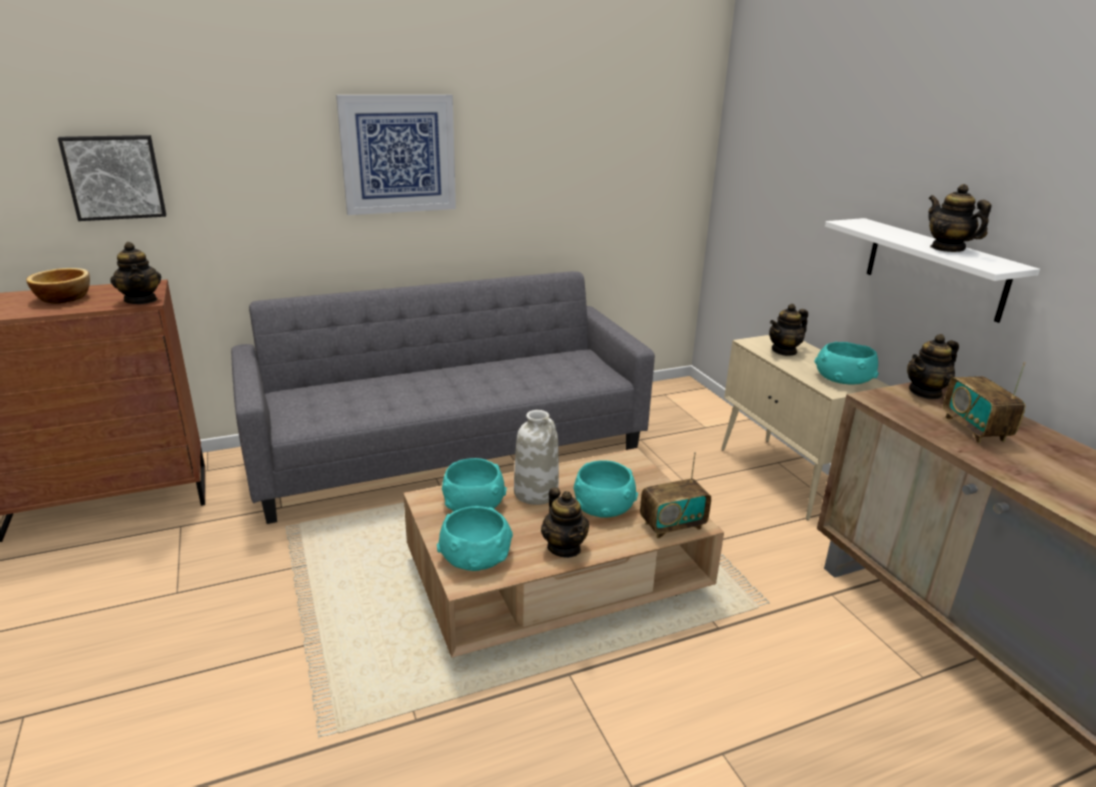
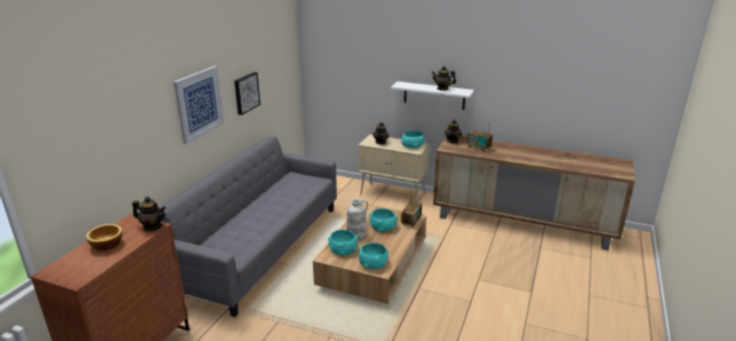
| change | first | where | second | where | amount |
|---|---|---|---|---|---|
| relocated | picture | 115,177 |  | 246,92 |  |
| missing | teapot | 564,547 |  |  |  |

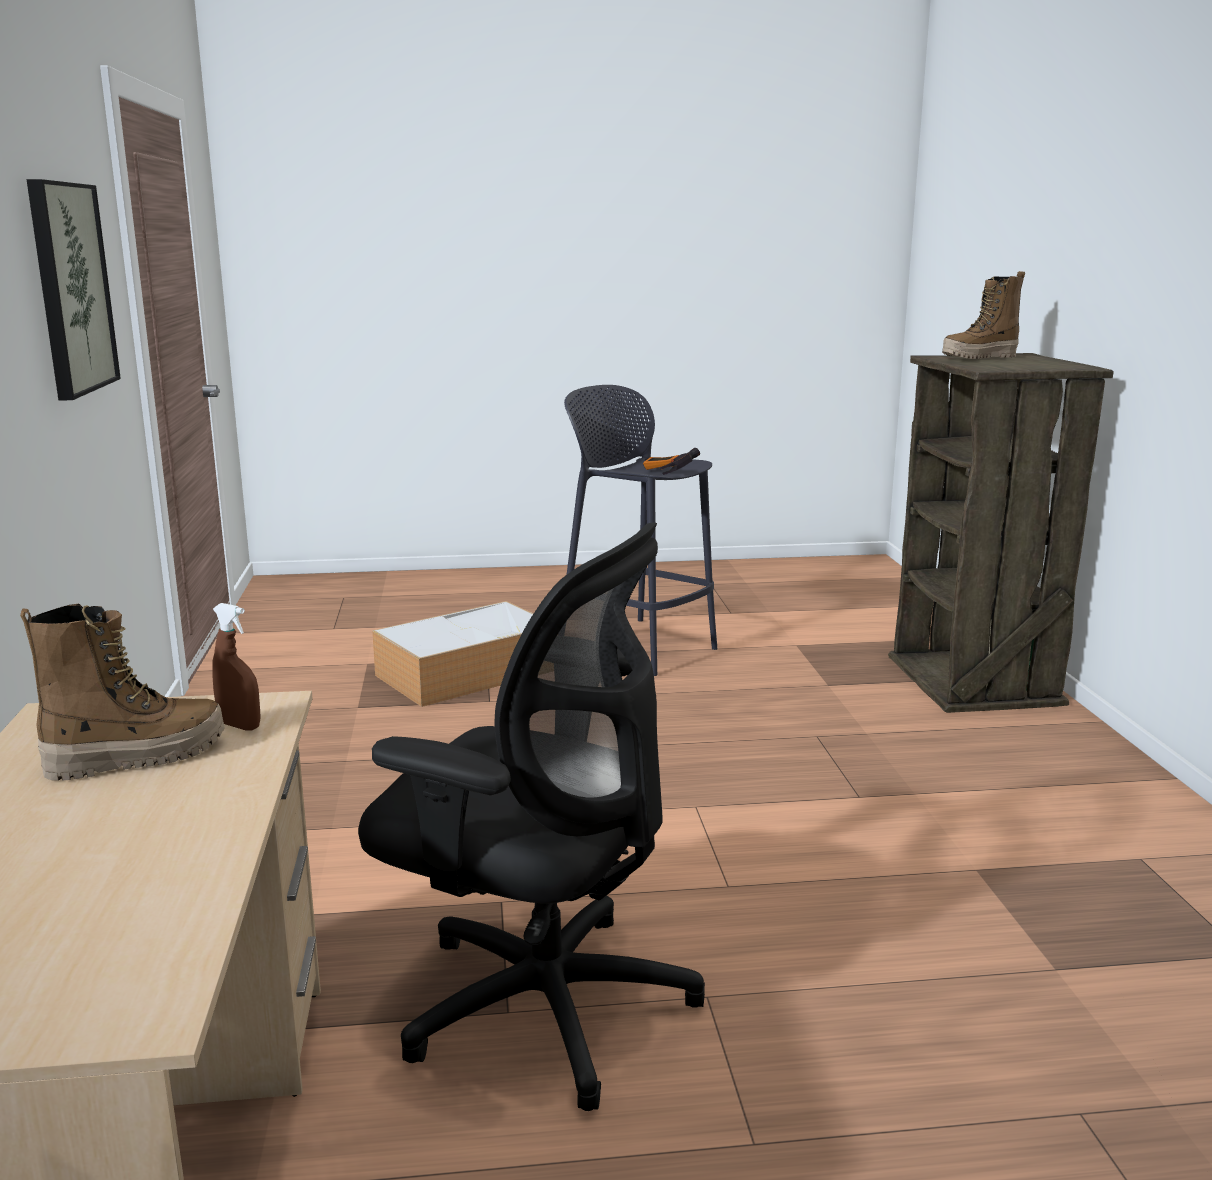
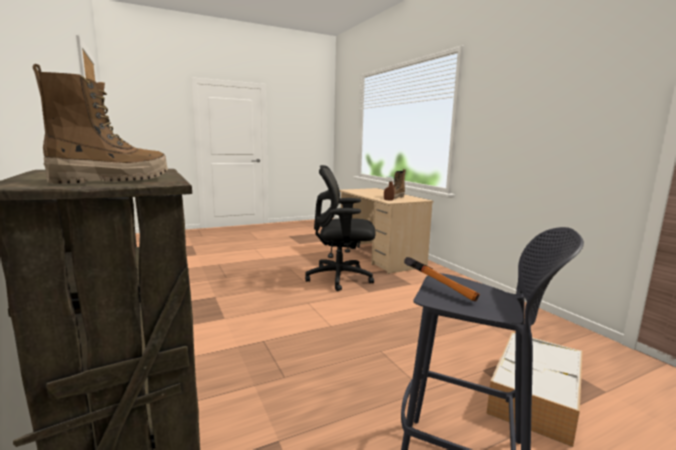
| change | first | where | second | where | amount |
|---|---|---|---|---|---|
| missing | picture | 70,288 |  |  |  |

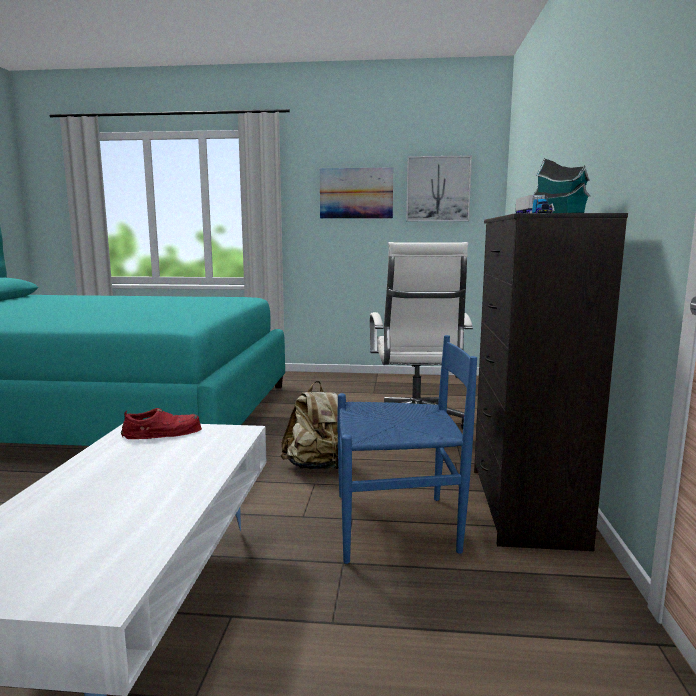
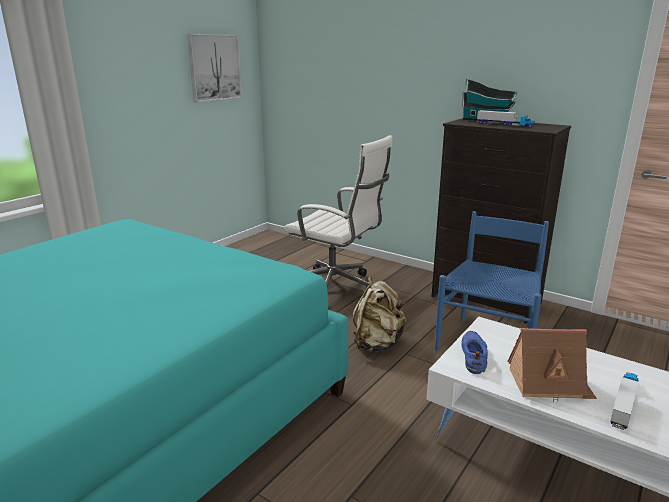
| change | first | where | second | where | amount |
|---|---|---|---|---|---|
| colour | red shoe | 163,432 | blue shoe | 473,355 |  |
| appeared |  |  | toy house | 549,383 |  |
| appeared |  |  | toy truck | 624,403 |  |
| missing | picture | 356,193 |  |  |  |

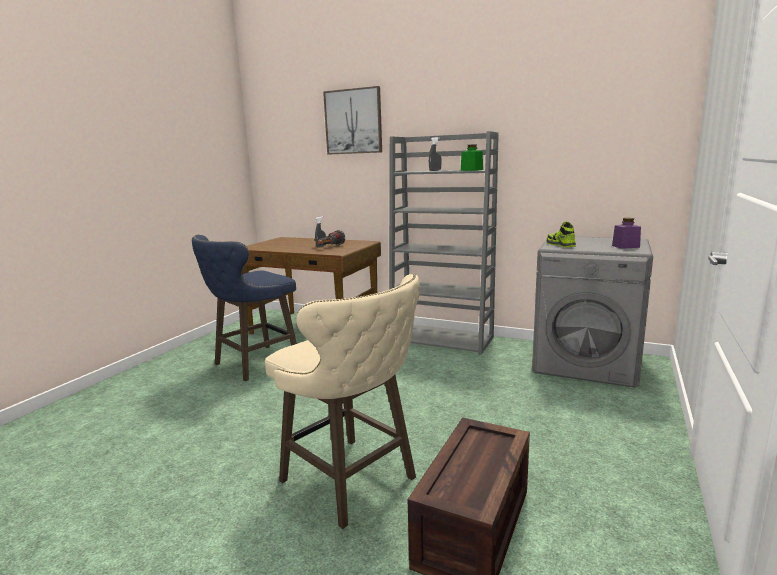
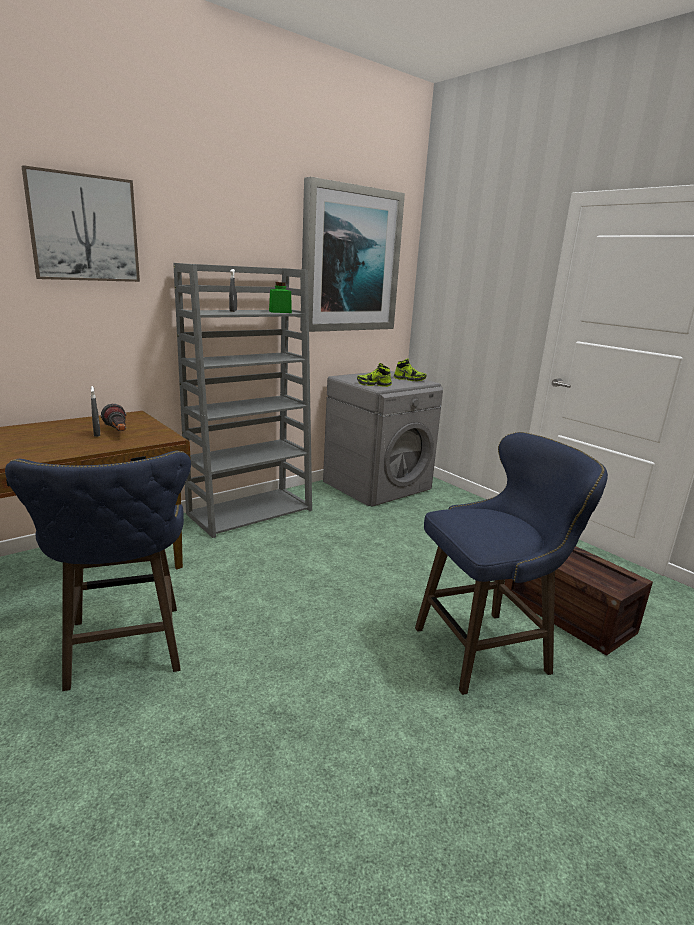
| change | first | where | second | where | amount |
|---|---|---|---|---|---|
| appeared |  |  | picture | 350,260 |  |
| exchanged | purple jar | 625,246 | shoe | 409,379 |  |
| colour | beige stool | 352,482 | blue stool | 486,649 |  |

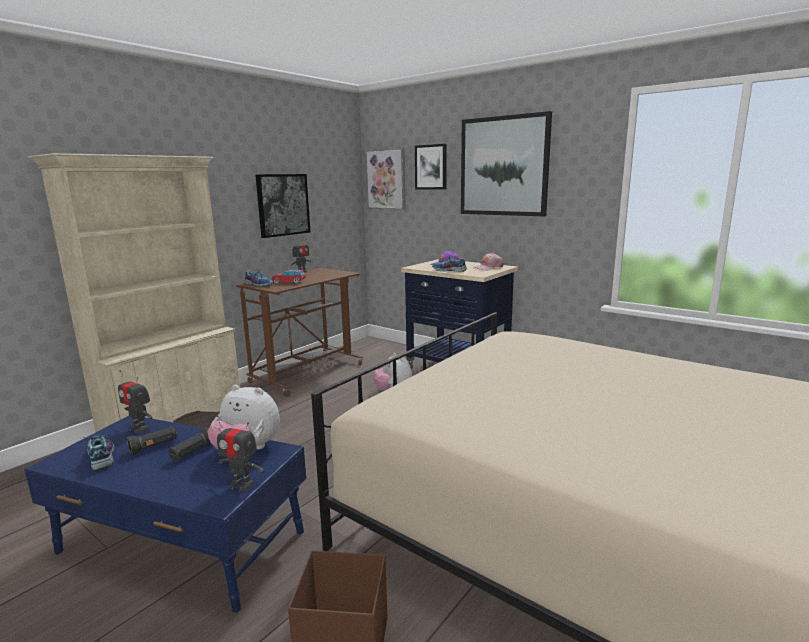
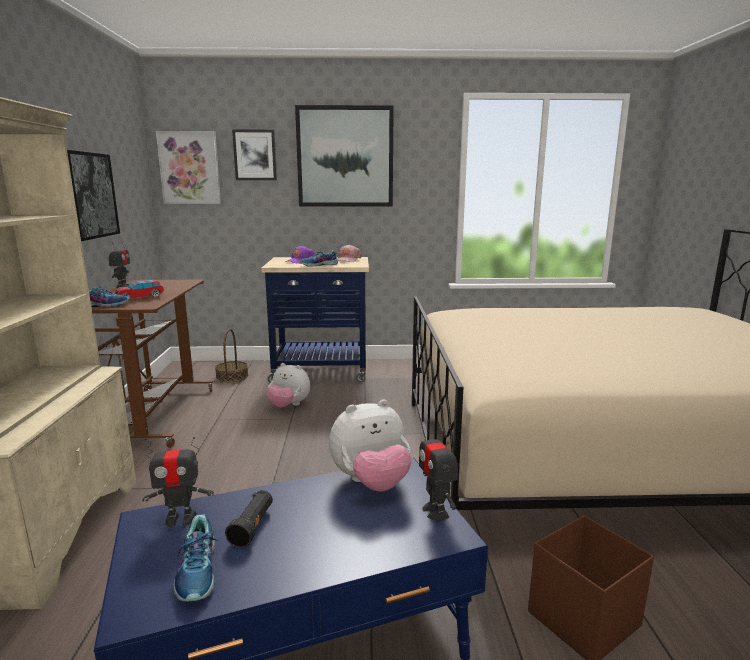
| change | first | where | second | where | amount |
|---|---|---|---|---|---|
| spun | shoe | 100,457 |  | 199,571 | 120 degrees counterclockwise |
| appeared |  |  | basket | 232,376 |  |
| spun | toy robot | 242,485 |  | 436,511 | 90 degrees clockwise |
| missing | black flashlight | 192,452 |  |  |  |

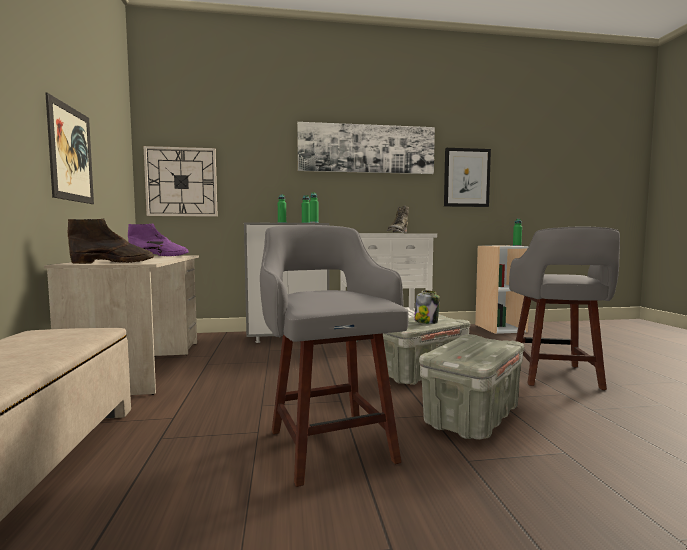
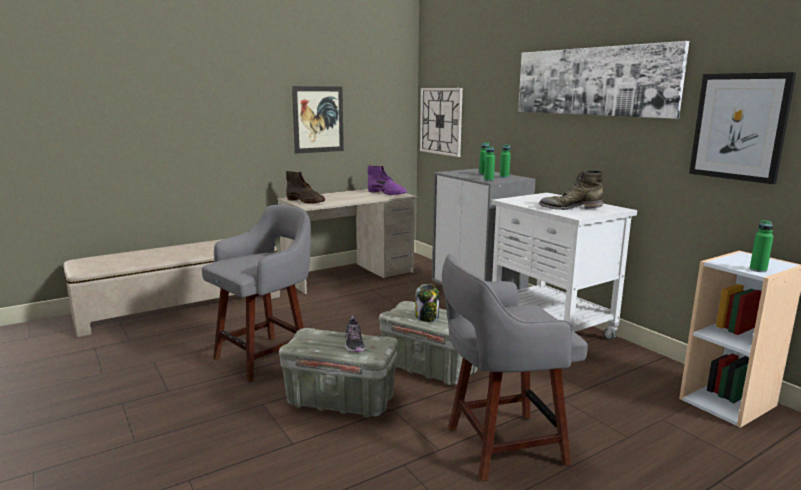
| change | first | where | second | where | amount |
|---|---|---|---|---|---|
| appeared |  |  | shoe | 354,344 |  |

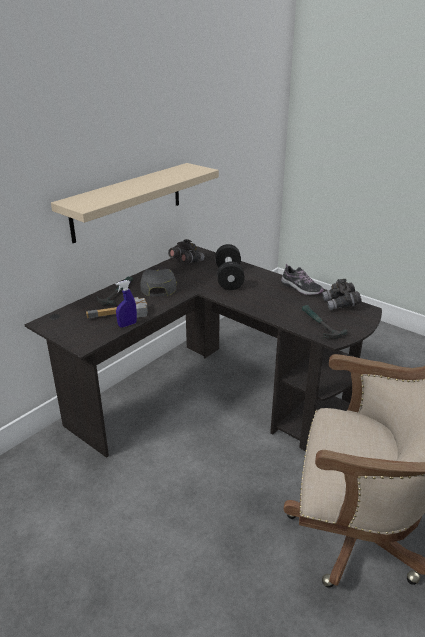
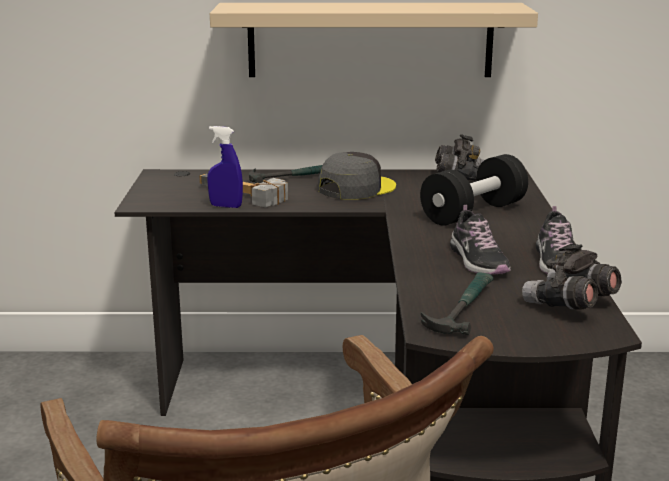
| change | first | where | second | where | amount |
|---|---|---|---|---|---|
| appeared |  |  | shoe | 478,261 |  |

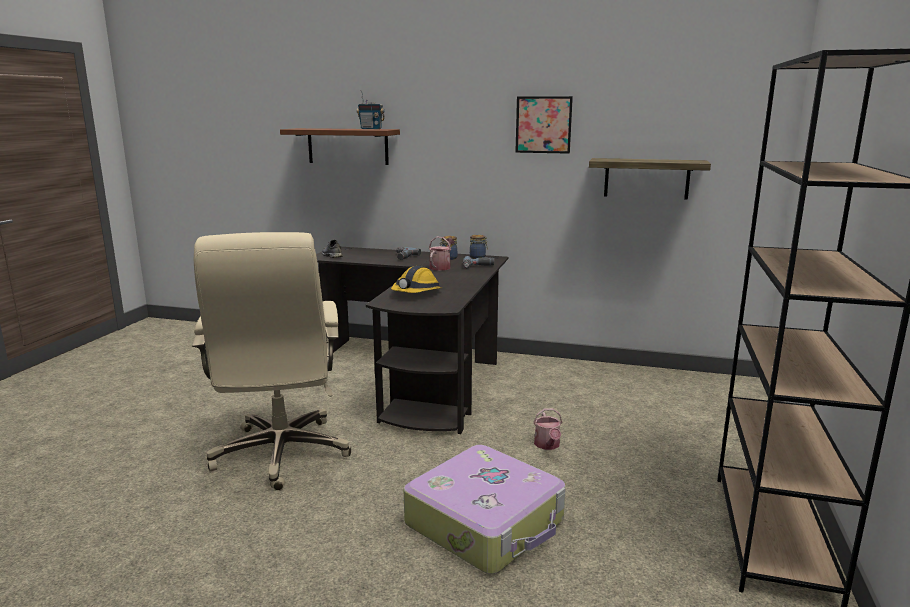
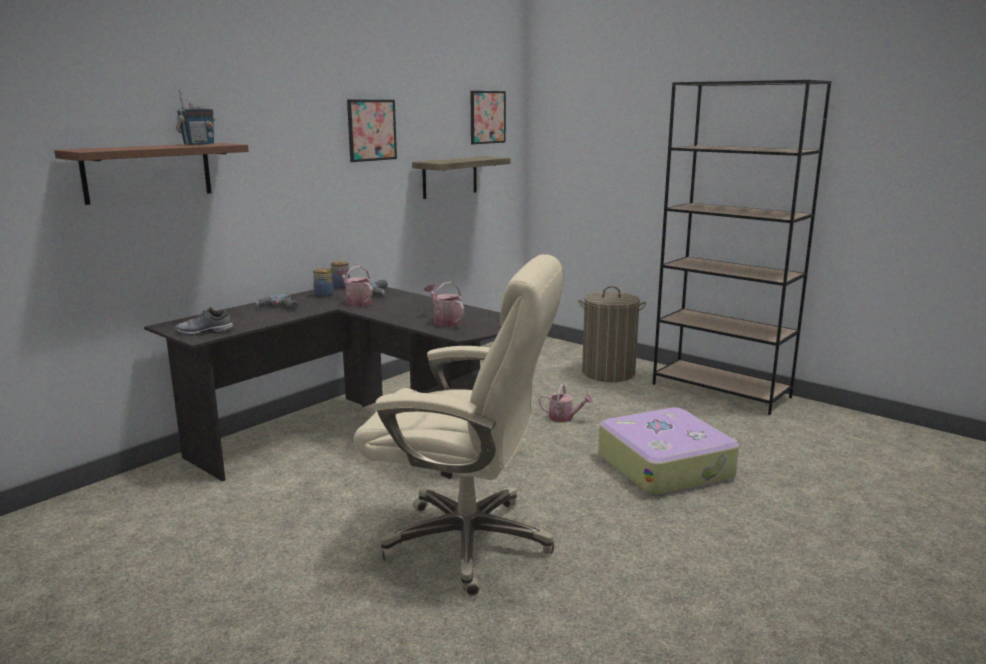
| change | first | where | second | where | amount |
|---|---|---|---|---|---|
| exchanged | hard hat | 416,293 | watering can | 445,321 |  |
| appeared |  |  | picture | 487,117 |  |
| appeared |  |  | laundry basket | 608,373 |  |

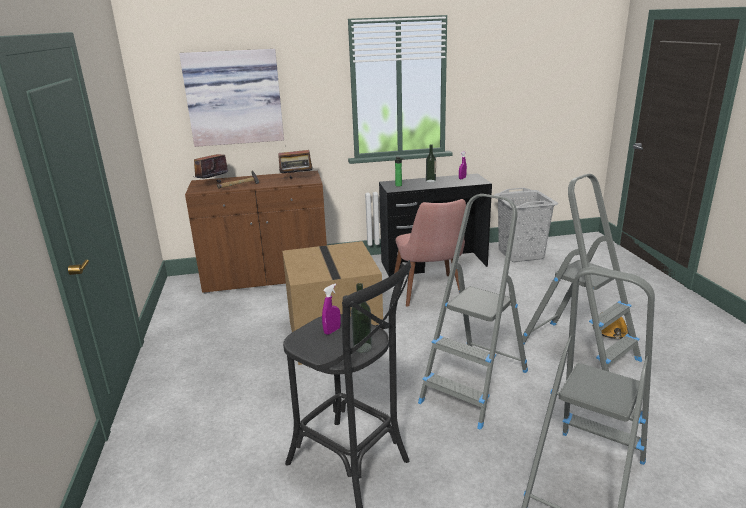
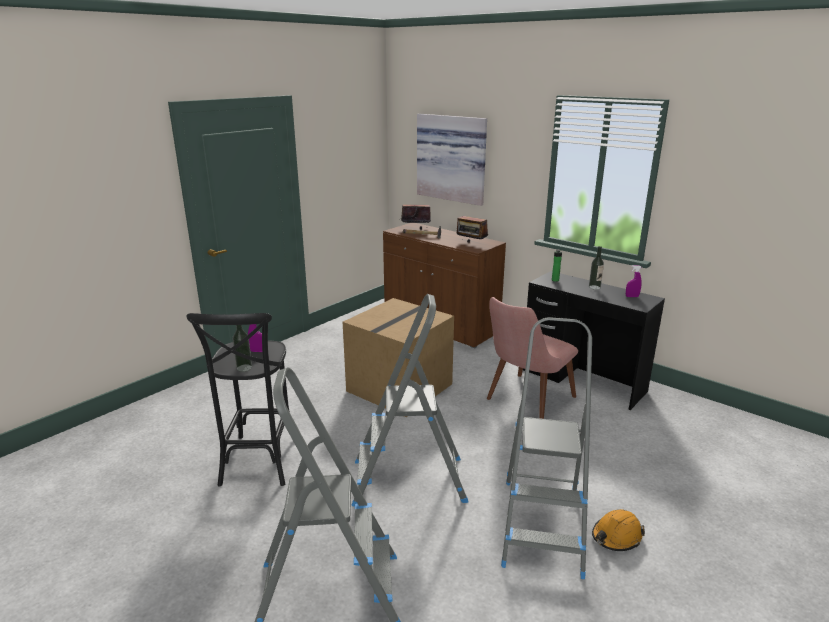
| change | first | where | second | where | amount |
|---|---|---|---|---|---|
| missing | grey laundry basket | 521,254 |  |  |  |

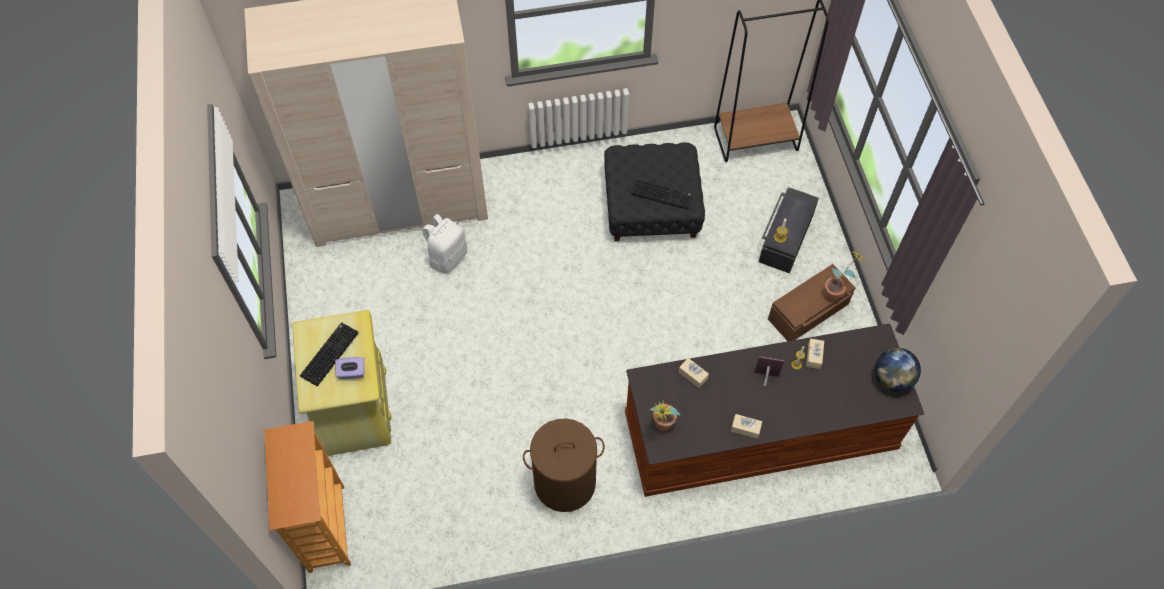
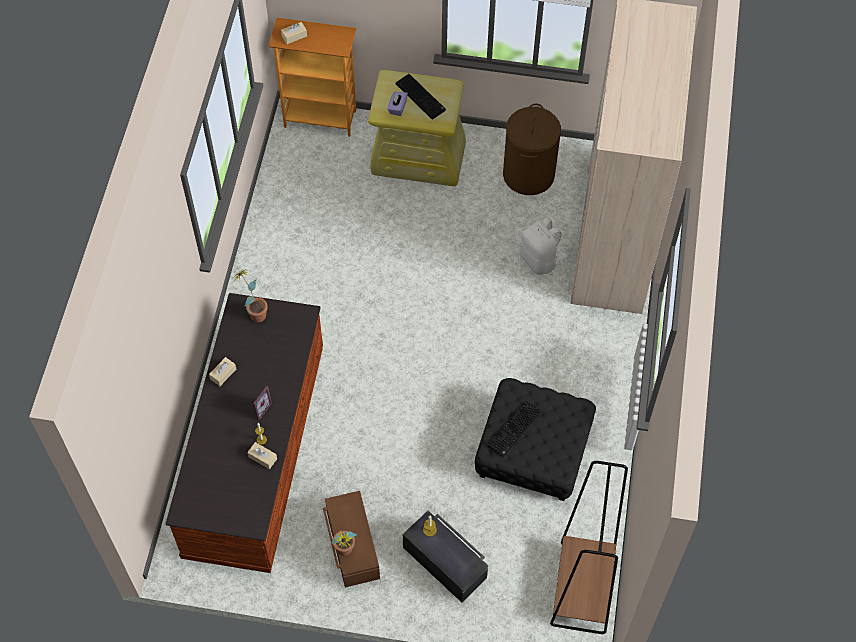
| change | first | where | second | where | amount |
|---|---|---|---|---|---|
| relocated | beige tissue box | 693,375 |  | 294,36 |  |
| relocated | brown laundry basket | 564,483 |  | 528,174 |  |
| missing | globe | 892,379 |  |  |  |

